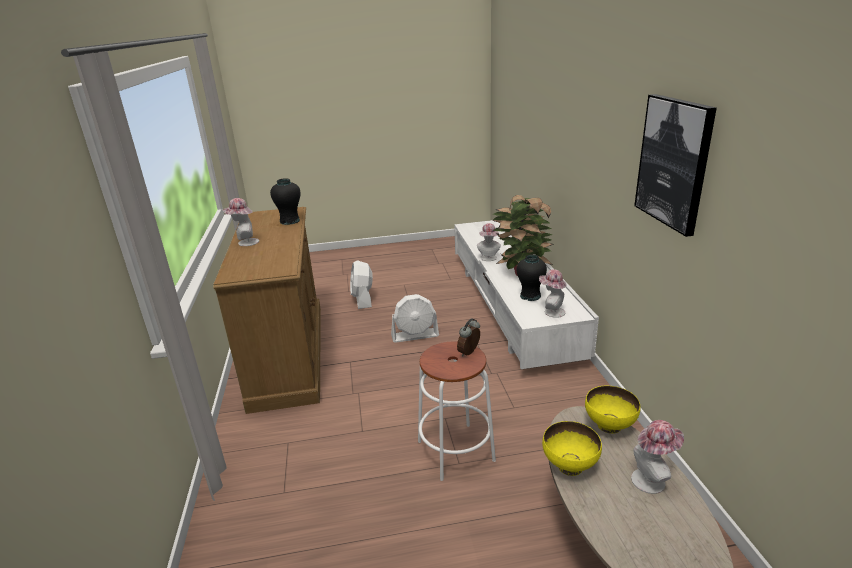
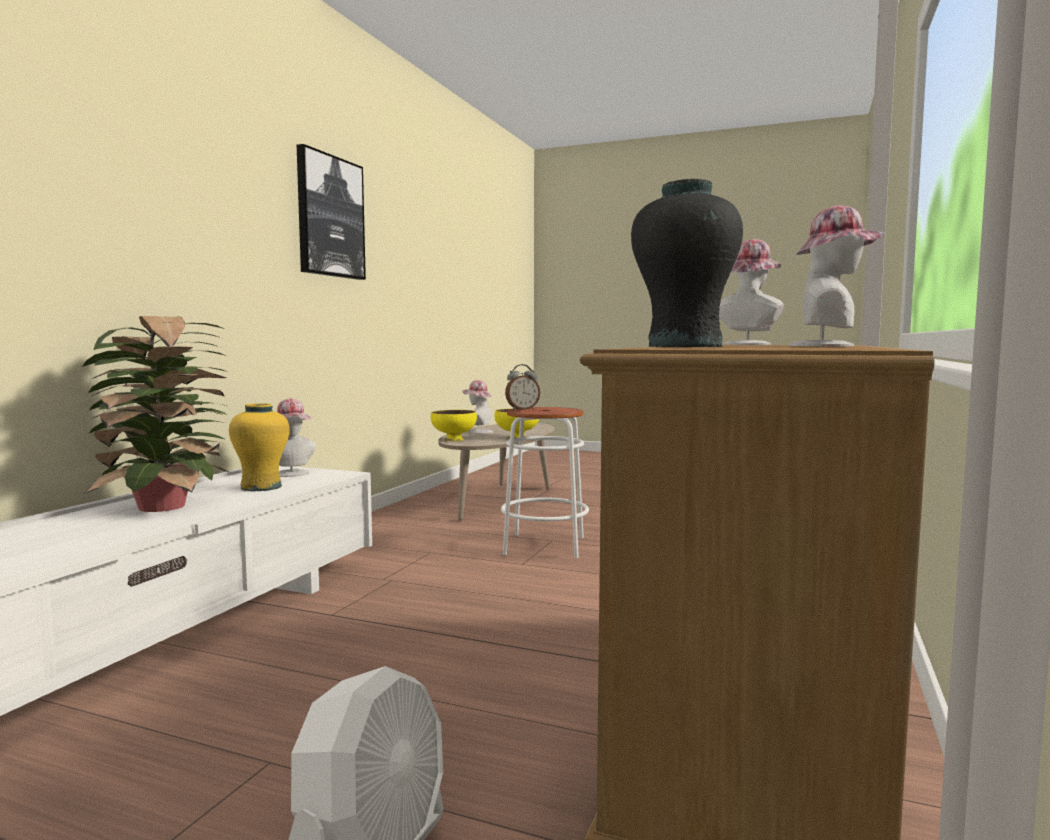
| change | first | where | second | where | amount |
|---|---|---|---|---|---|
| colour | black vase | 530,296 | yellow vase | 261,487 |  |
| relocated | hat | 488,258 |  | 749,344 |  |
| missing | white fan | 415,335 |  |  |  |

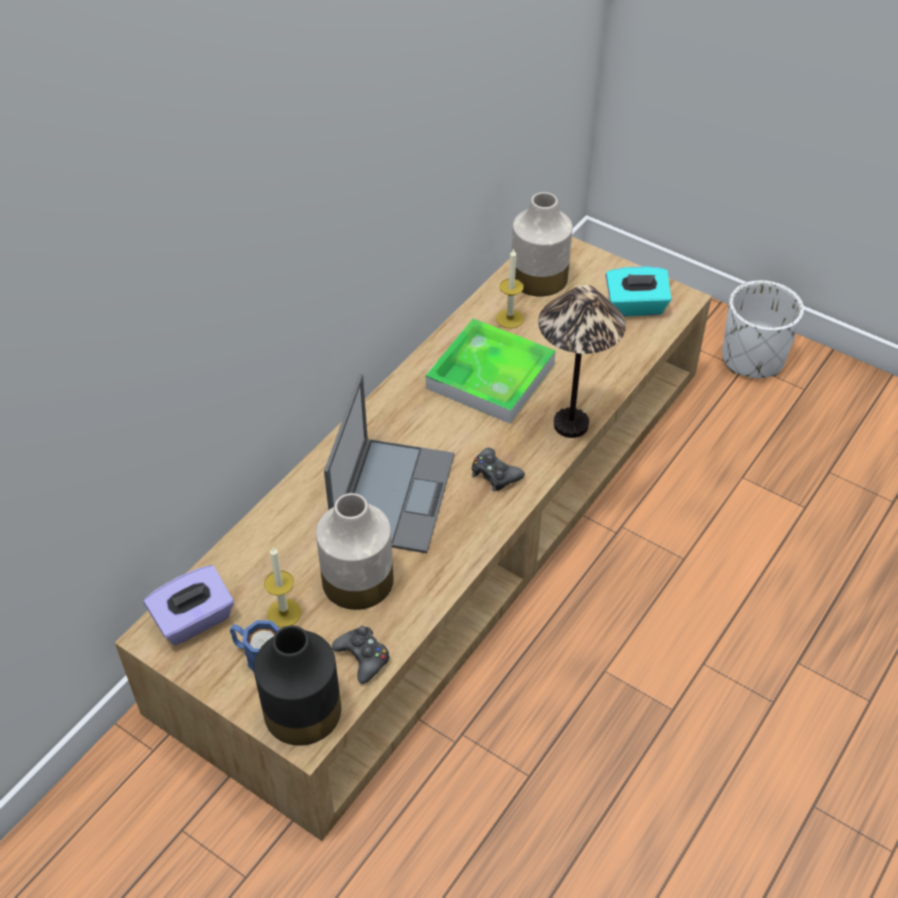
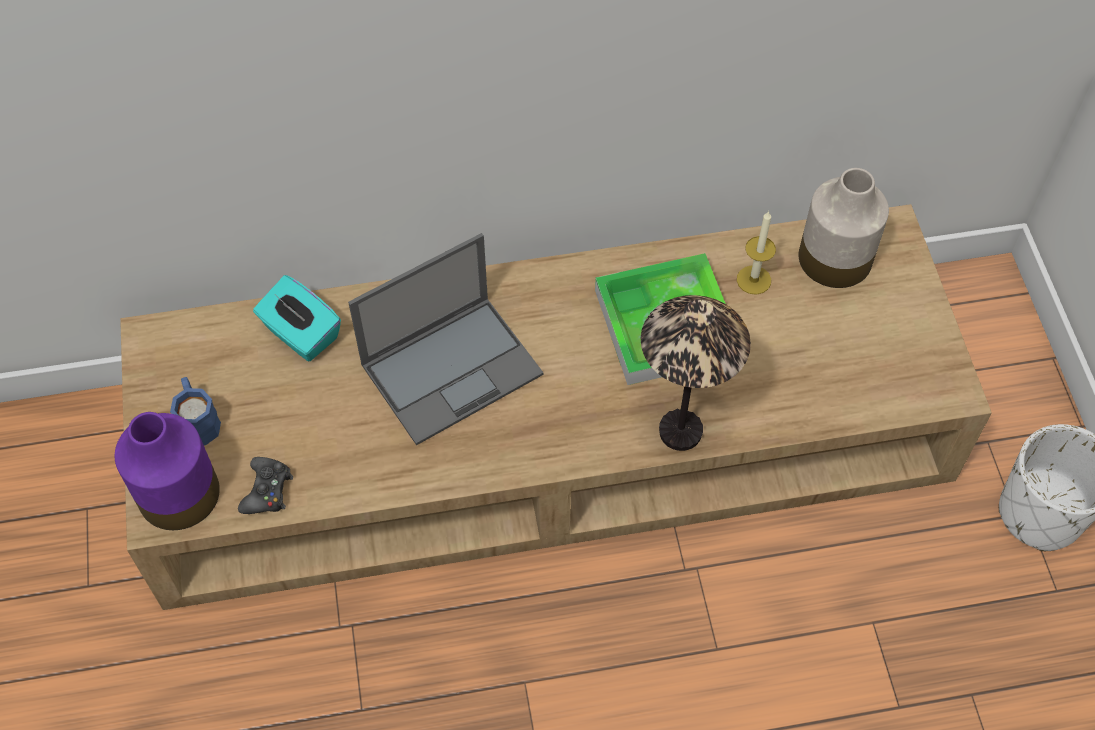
| change | first | where | second | where | amount |
|---|---|---|---|---|---|
| colour | black vase | 301,710 | purple vase | 177,492 |  |
| relocated | turquoise tissue box | 635,307 |  | 301,334 |  |
| missing | purple tissue box | 194,620 |  |  |  |
| missing | candle | 284,613 |  |  |  |
| missing | beige vase | 358,579 |  |  |  |
| missing | black game controller | 495,474 |  |  |  |

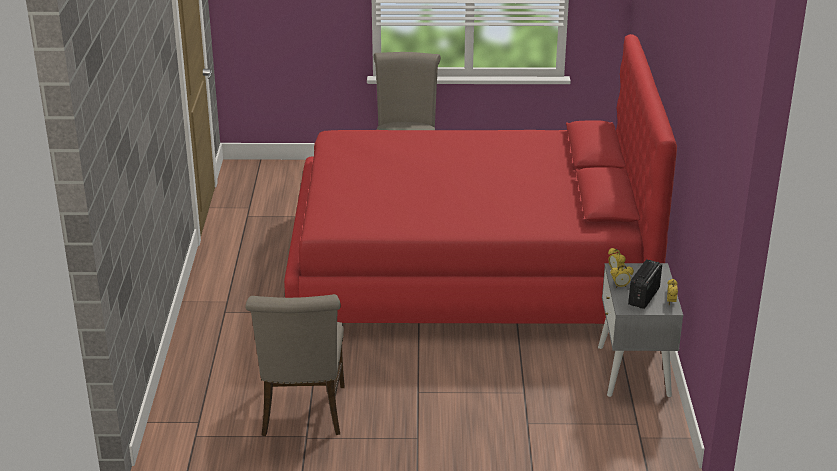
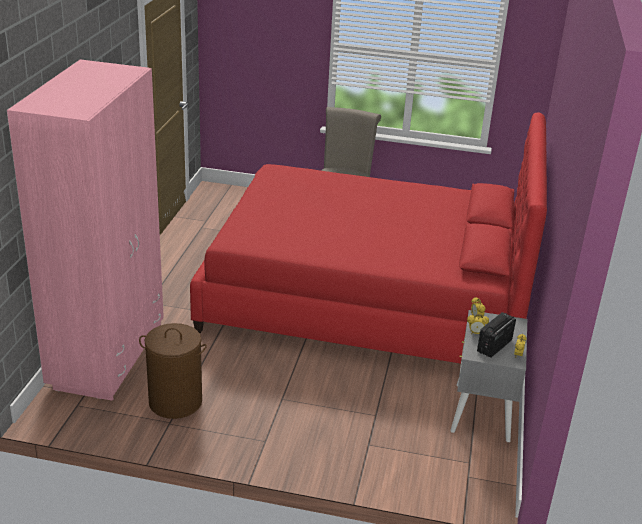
| change | first | where | second | where | amount |
|---|---|---|---|---|---|
| appeared |  |  | pink wardrobe | 108,356 |  |
| exchanged | beige chair | 302,414 | brown laundry basket | 175,402 |  |

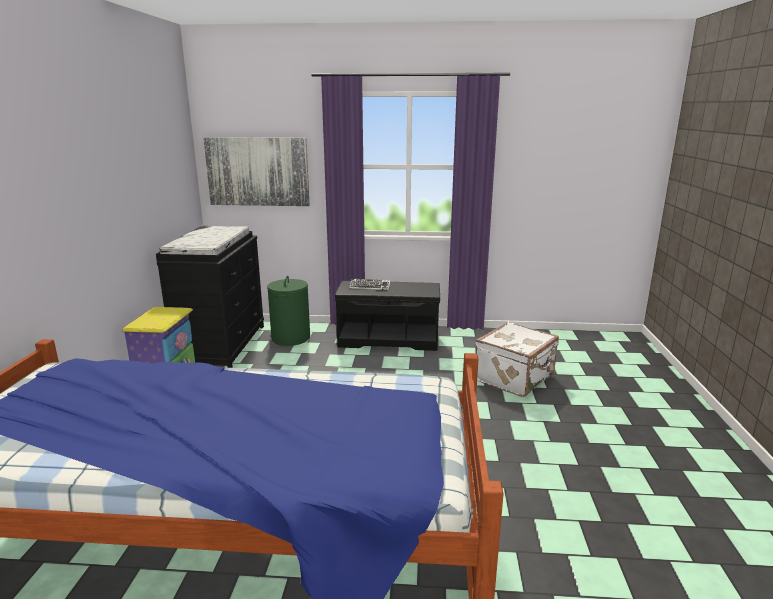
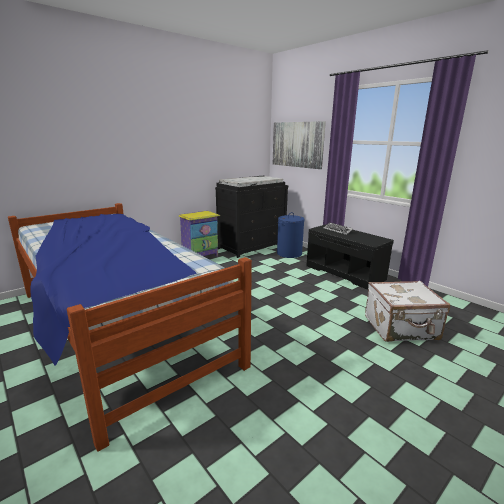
| change | first | where | second | where | amount |
|---|---|---|---|---|---|
| colour | green laundry basket | 291,338 | blue laundry basket | 289,253 |  |

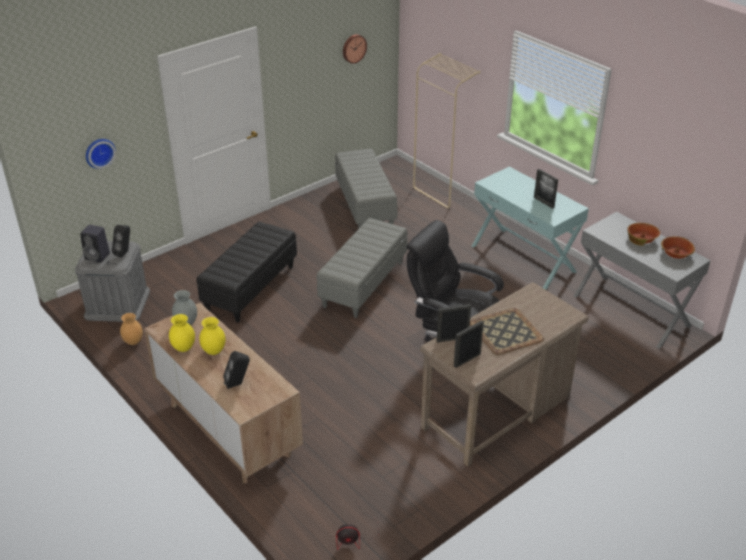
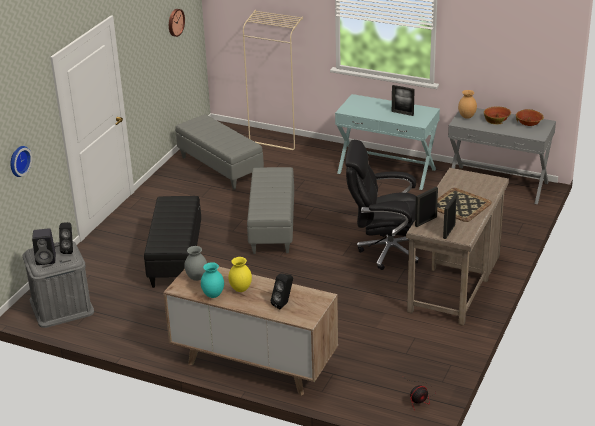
| change | first | where | second | where | amount |
|---|---|---|---|---|---|
| colour | yellow vase | 183,348 | turquoise vase | 213,295 |  |
| relocated | brown vase | 133,342 |  | 466,117 |  |

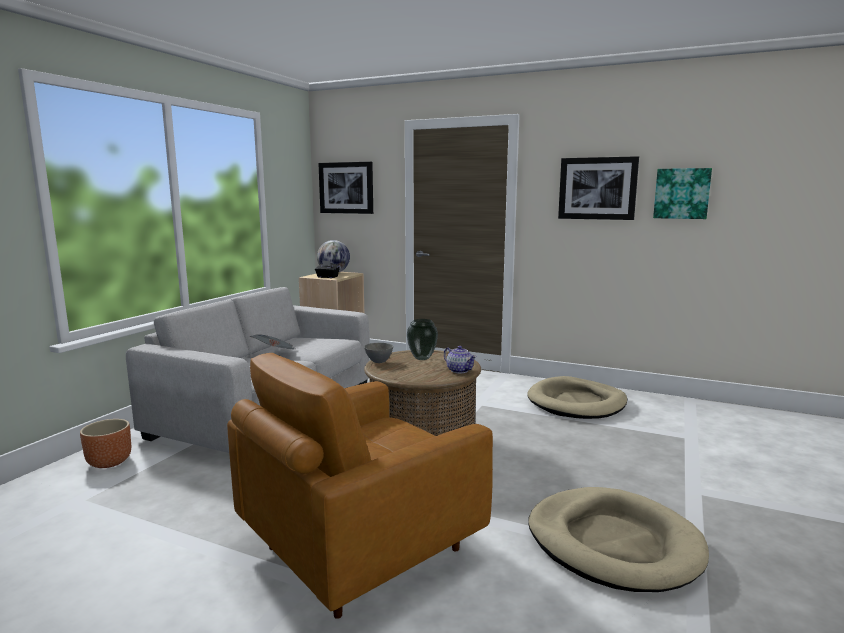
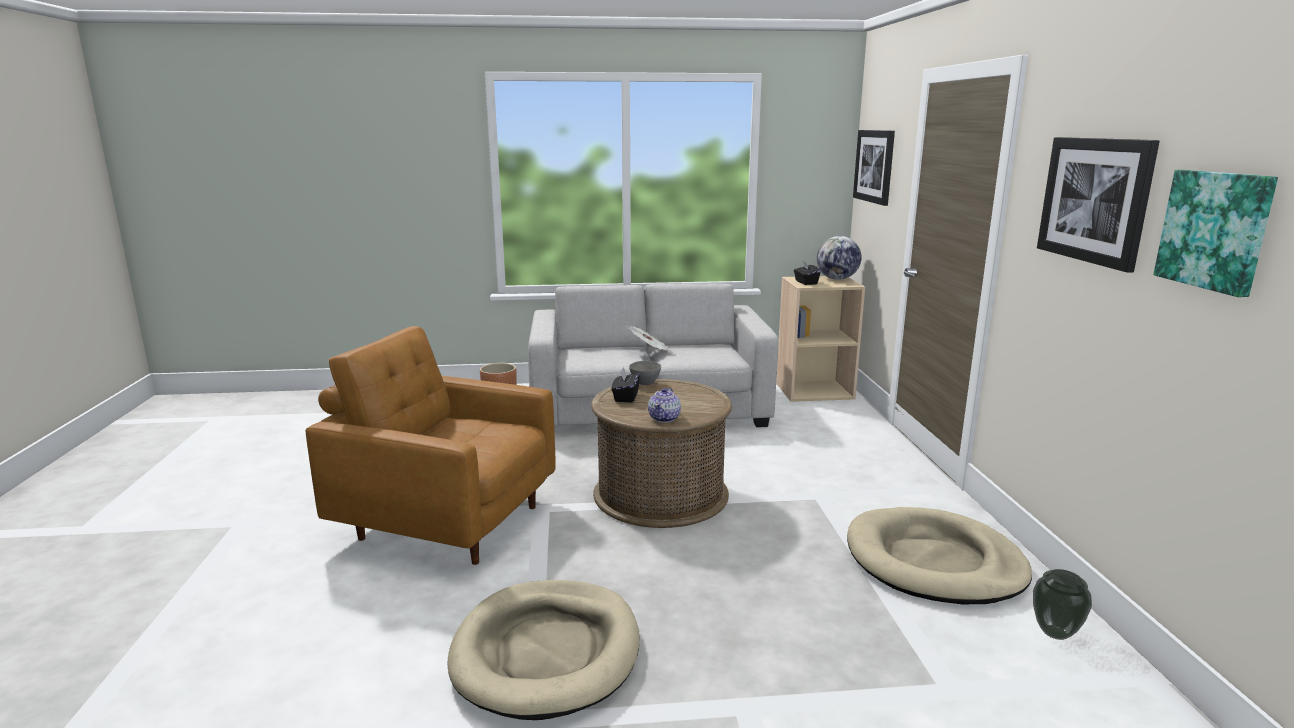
| change | first | where | second | where | amount |
|---|---|---|---|---|---|
| appeared |  |  | black tissue box | 625,397 |  |
| relocated | vase | 422,358 |  | 1055,633 |  |

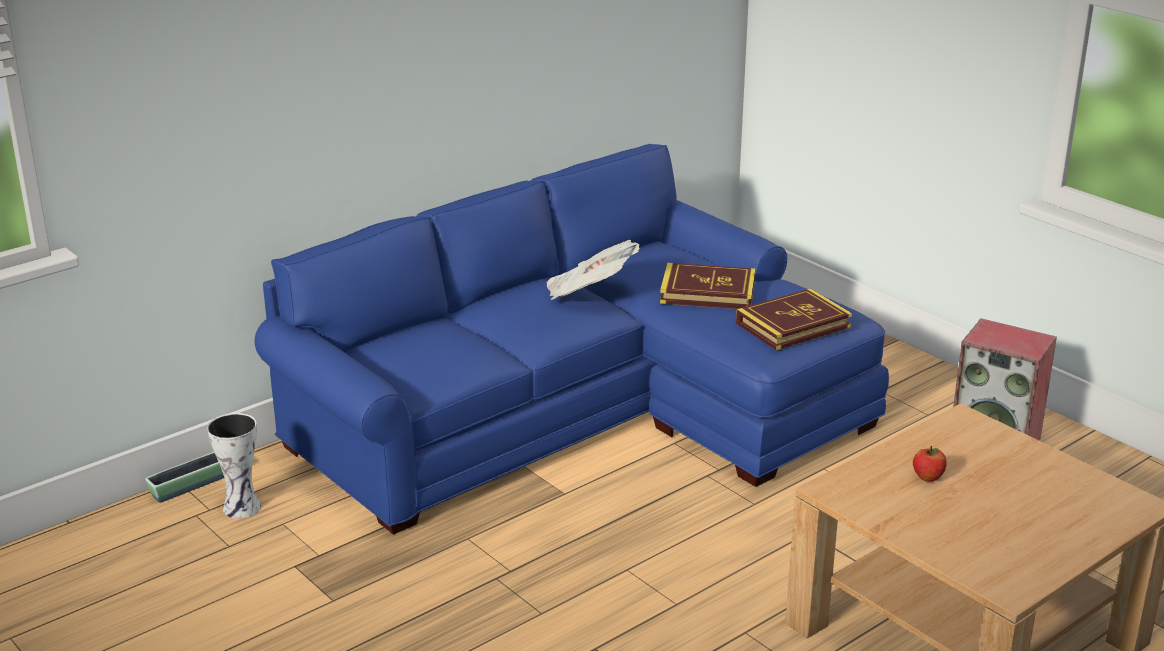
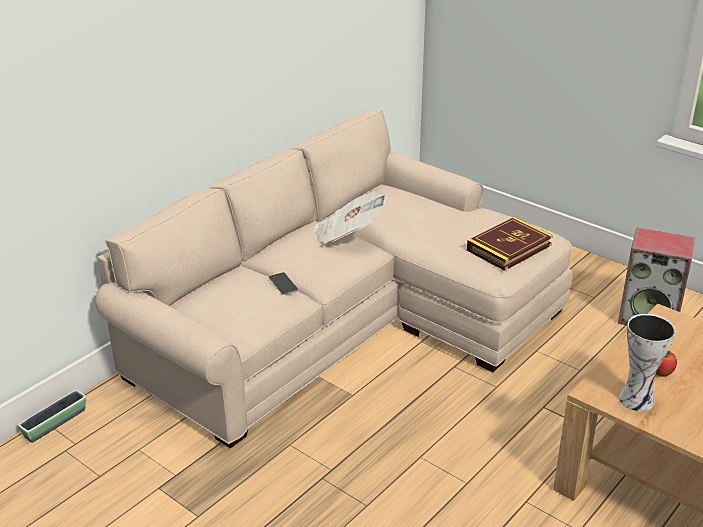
| change | first | where | second | where | amount |
|---|---|---|---|---|---|
| colour | blue sofa | 581,411 | beige sofa | 344,322 |  |
| appeared |  |  | phone | 283,284 |  |
| relocated | vase | 243,507 |  | 638,399 |  |
| missing | book | 707,292 |  |  |  |

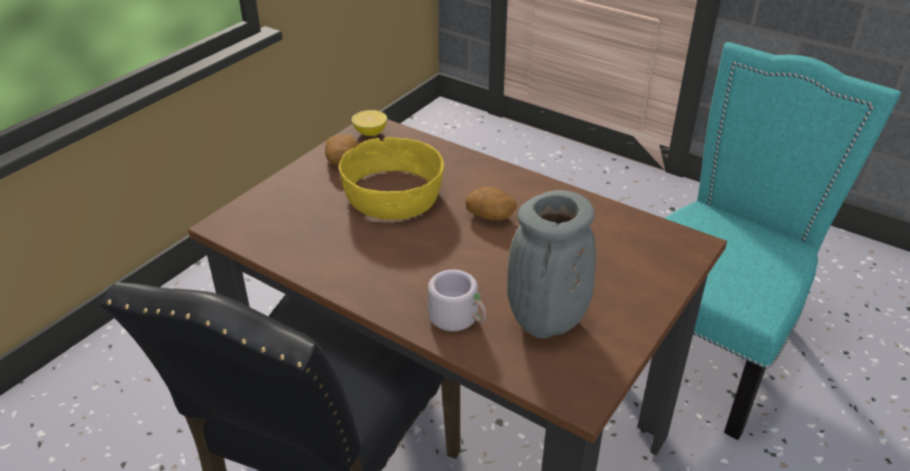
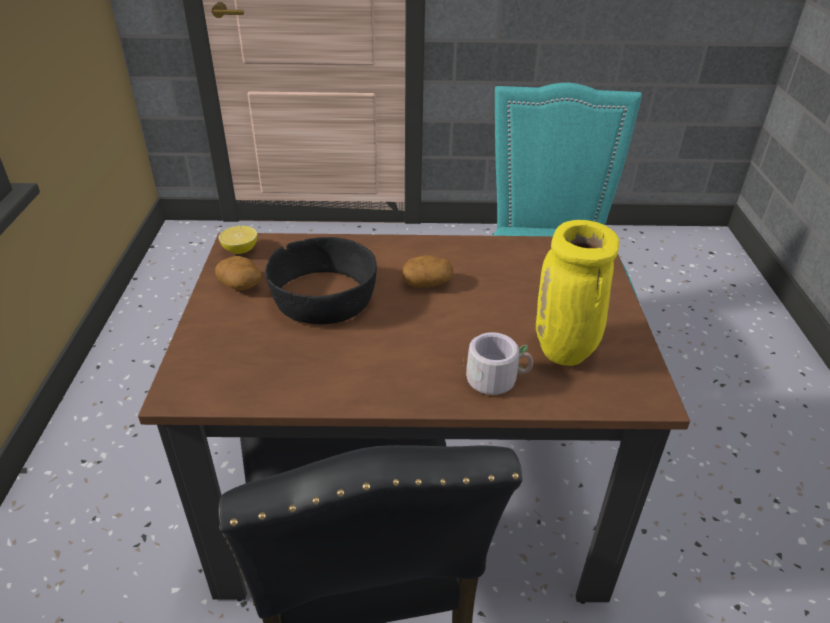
| change | first | where | second | where | amount |
|---|---|---|---|---|---|
| colour | yellow bowl | 394,195 | black bowl | 325,298 |  |
| colour | grey vase | 546,324 | yellow vase | 565,352 |  |

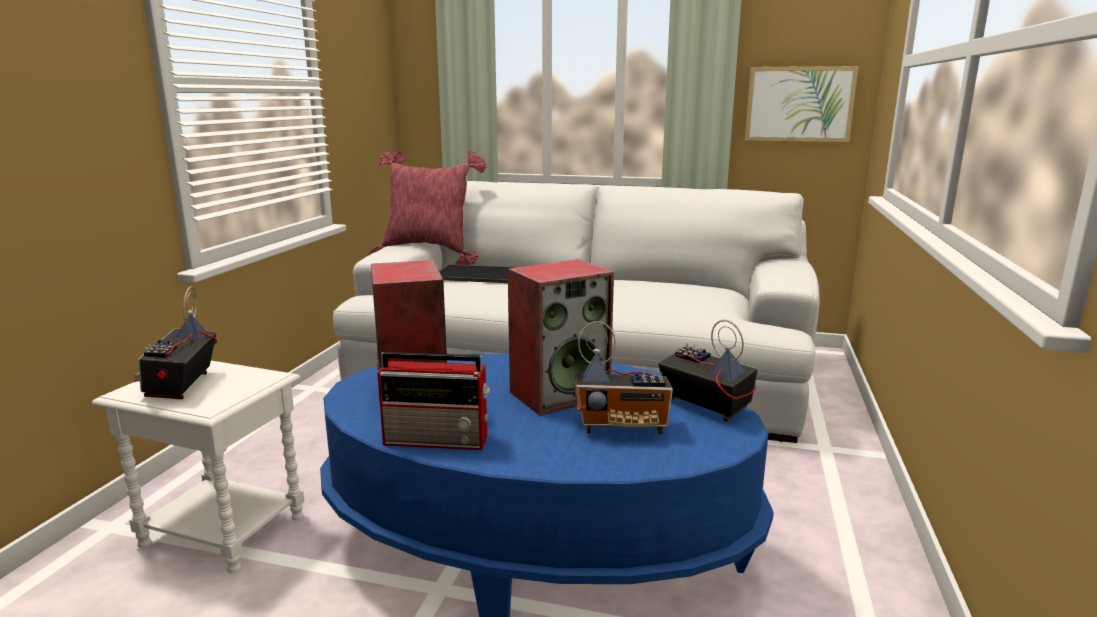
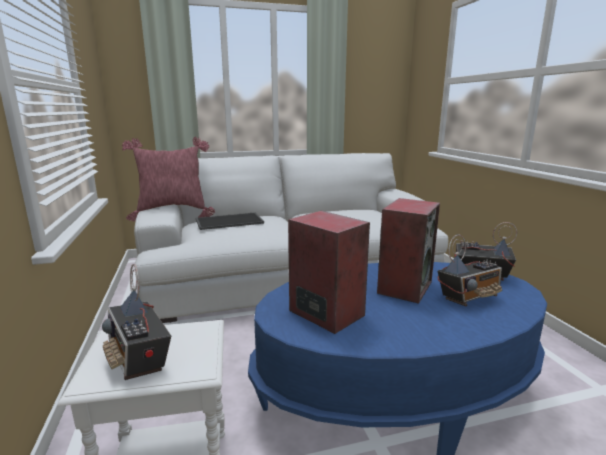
| change | first | where | second | where | amount |
|---|---|---|---|---|---|
| missing | radio | 439,440 |  |  |  |
| missing | picture | 799,104 |  |  |  |

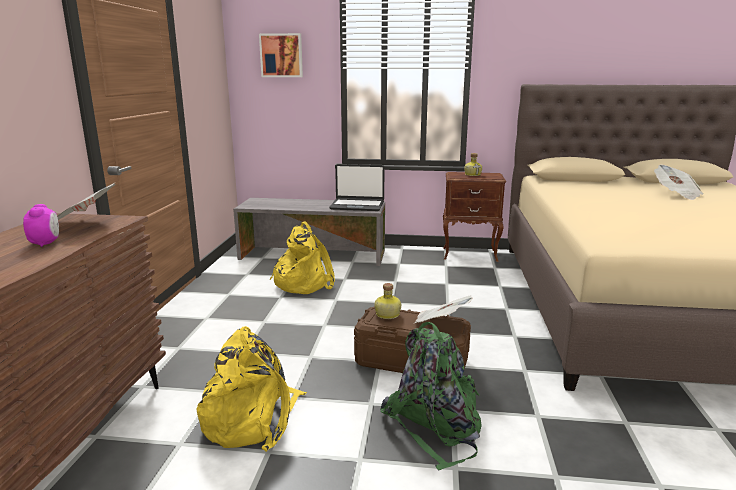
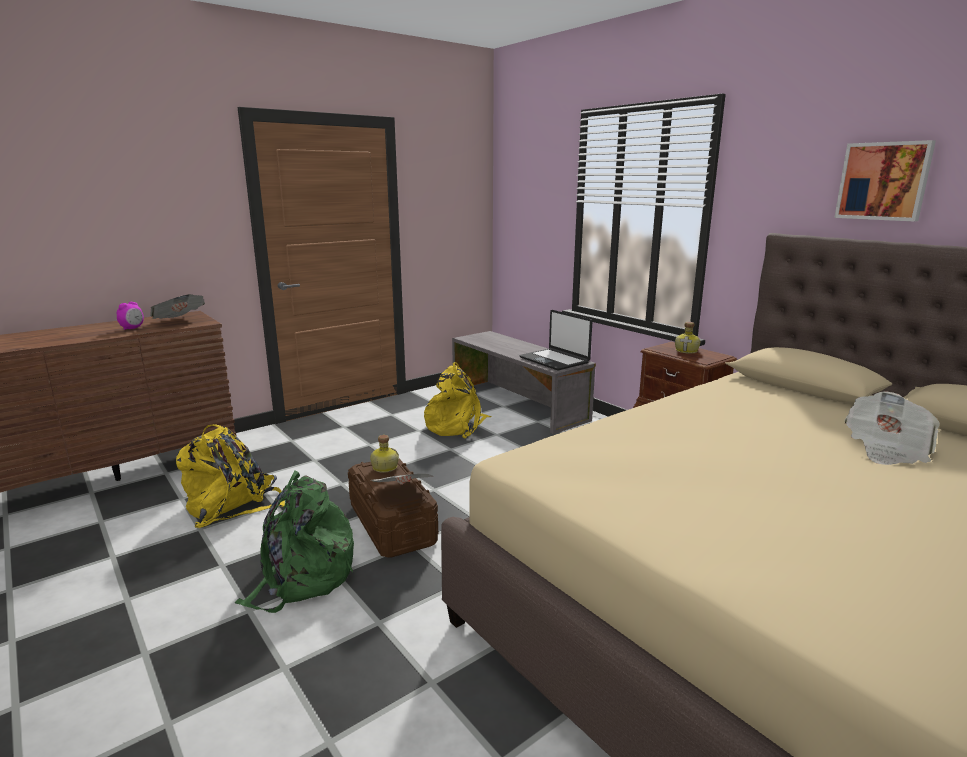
| change | first | where | second | where | amount |
|---|---|---|---|---|---|
| relocated | picture | 281,55 |  | 883,181 |  |

